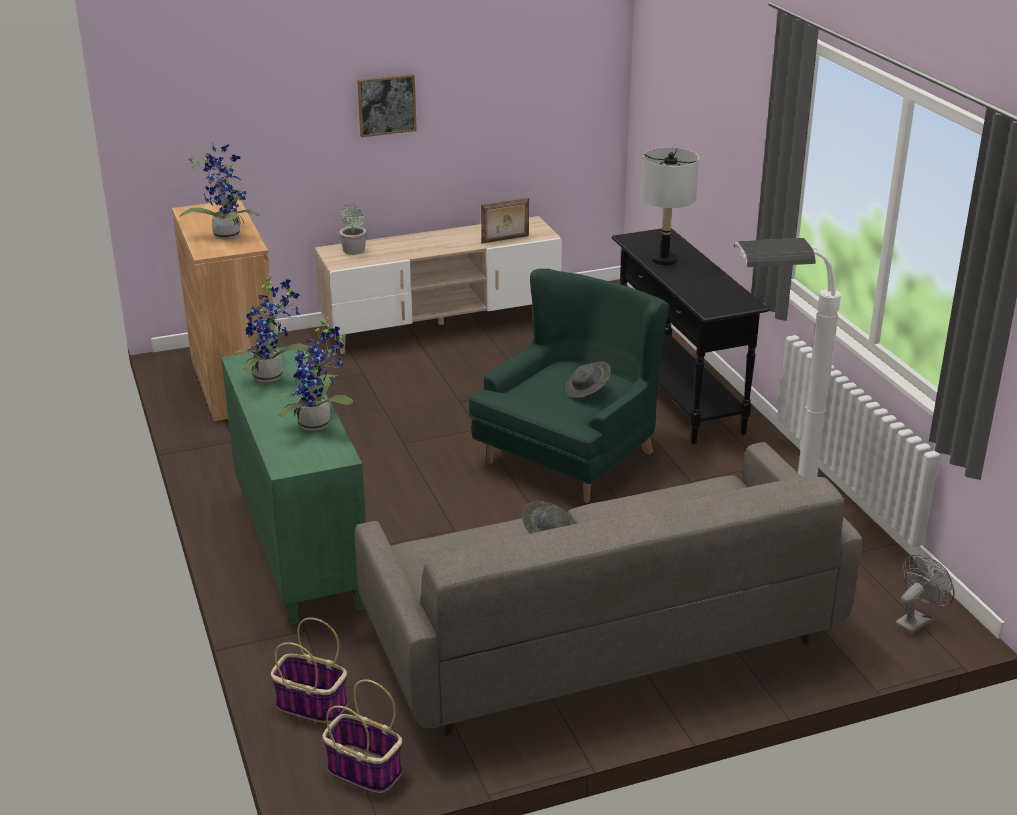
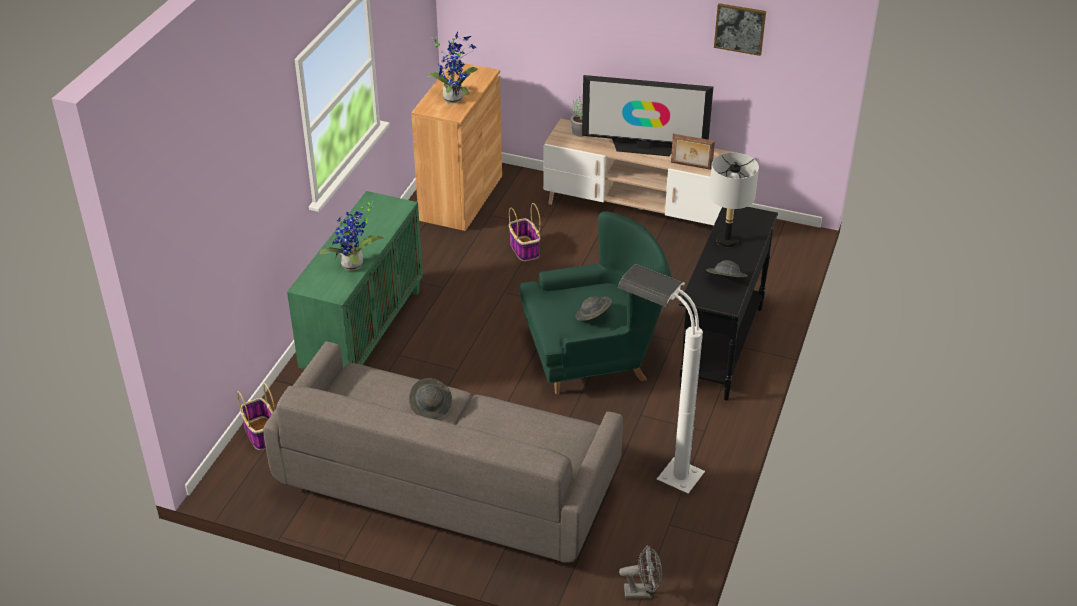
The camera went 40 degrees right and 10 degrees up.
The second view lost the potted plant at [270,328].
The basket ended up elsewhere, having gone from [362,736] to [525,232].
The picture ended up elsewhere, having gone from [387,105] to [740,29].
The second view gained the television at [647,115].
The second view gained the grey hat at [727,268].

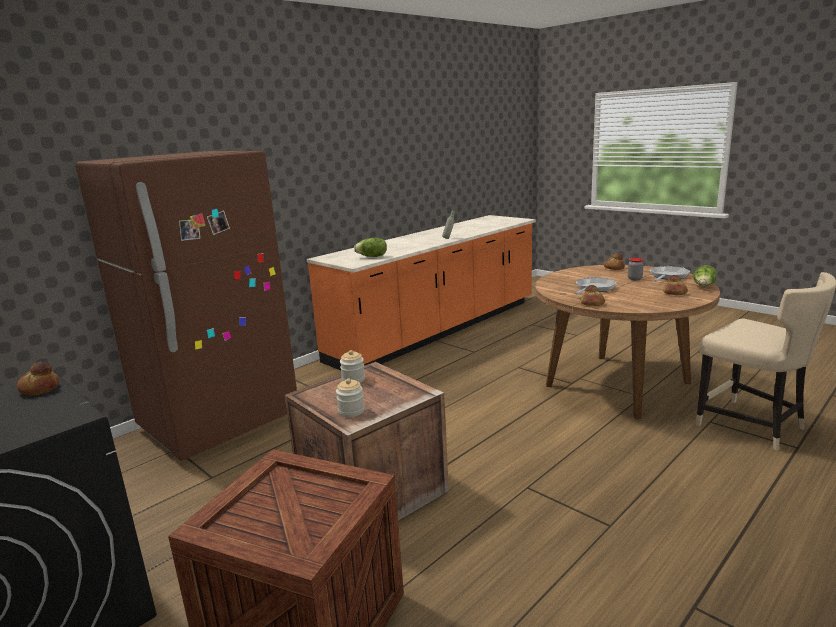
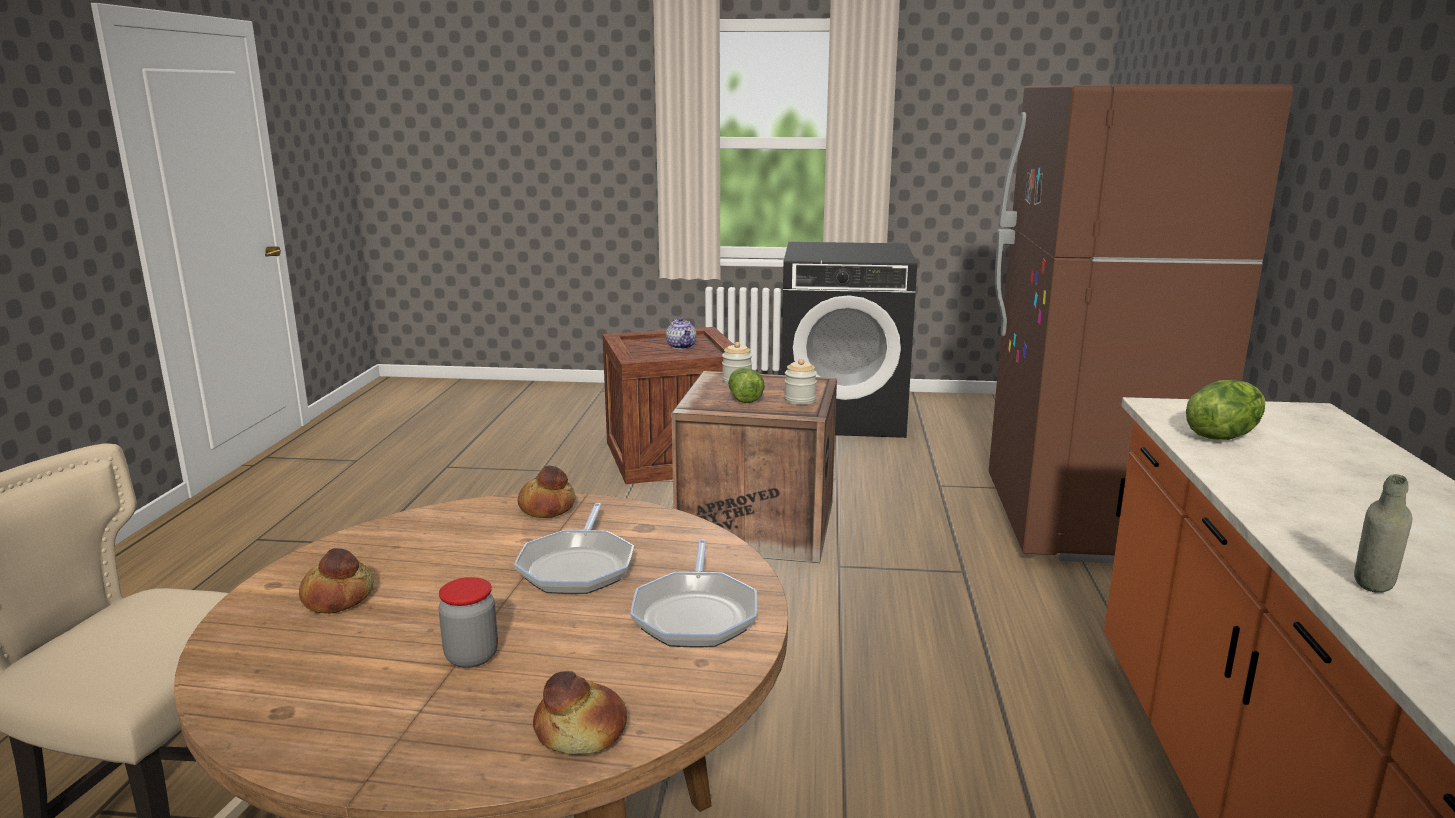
The camera went 140 degrees right and 0 degrees up.
The second view lost the bread at [38,378].
The frying pan ended up elsewhere, having gone from [670,274] to [693,593].
The lettuce ended up elsewhere, having gone from [705,275] to [746,385].
The second view gained the teapot at [681,333].

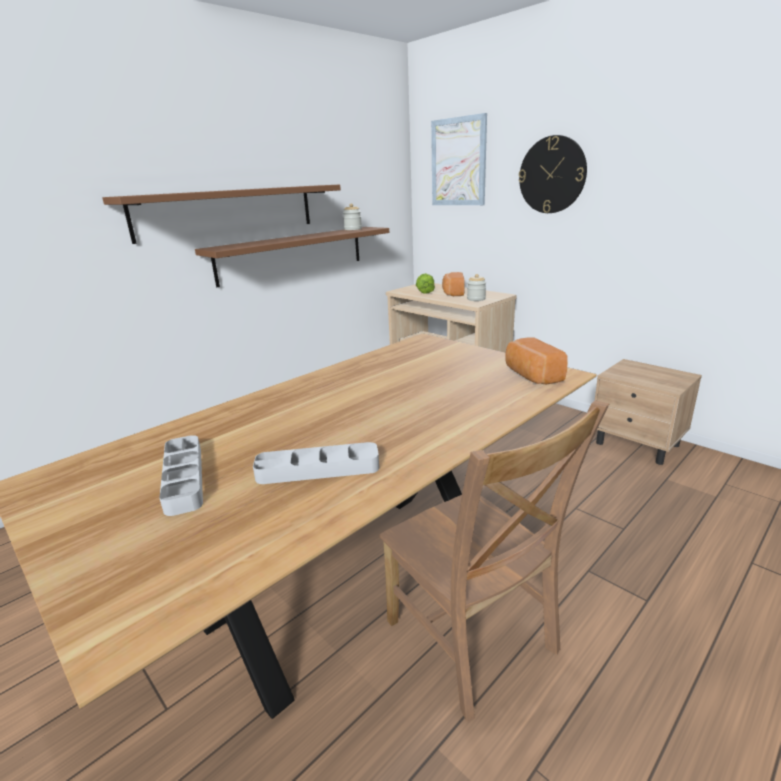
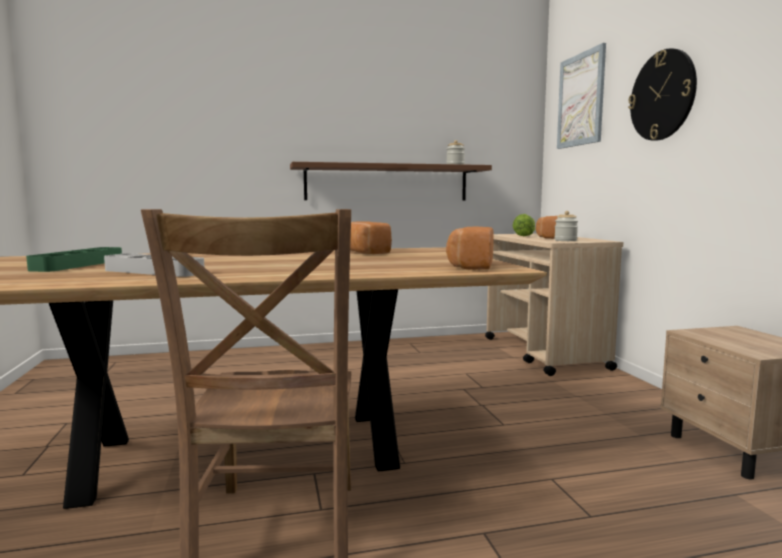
The camera went 30 degrees right and 15 degrees down.
The second view lost the brown shelf at [221,214].
What was the grey tray at [181,475] turned into the green tray at [74,259].
The second view gained the bread at [371,237].

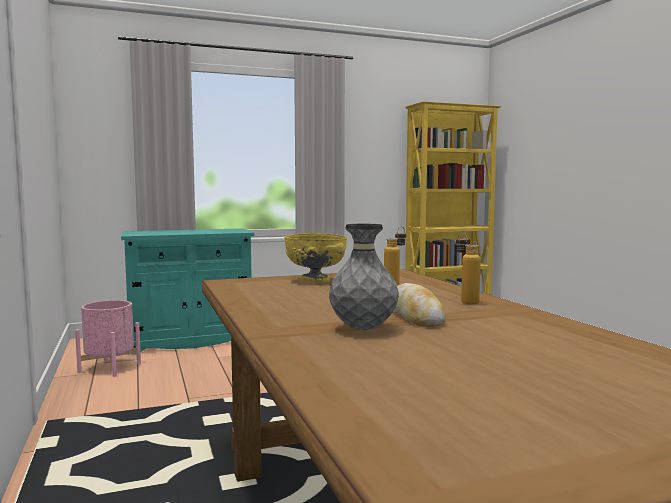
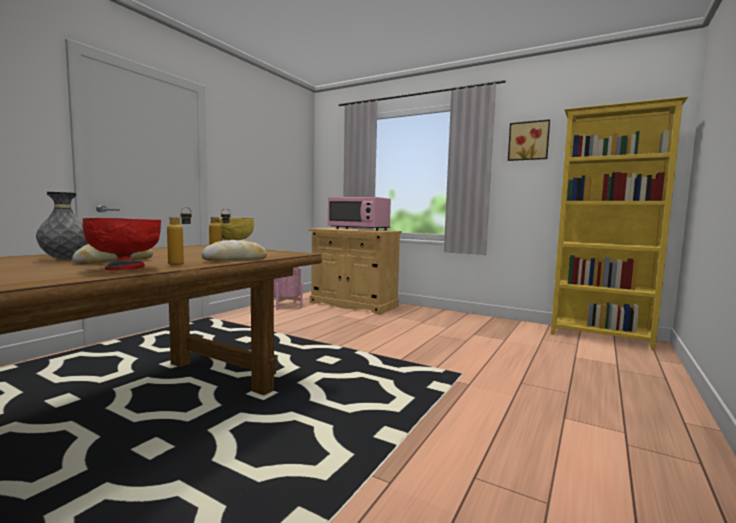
The camera went 50 degrees right and 0 degrees up.
What was the turquoise cabinet at [187,291] turned into the beige cabinet at [355,271].
The second view gained the red bowl at [121,244].
The second view gained the bread at [234,250].
The second view gained the pink microwave at [359,214].
The second view gained the picture at [529,140].

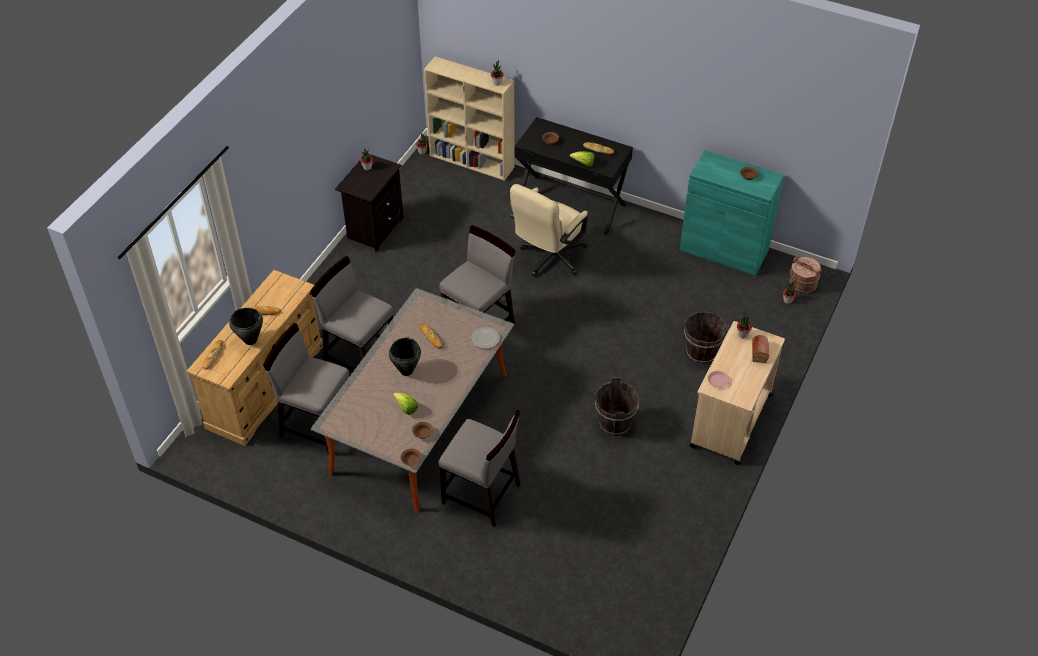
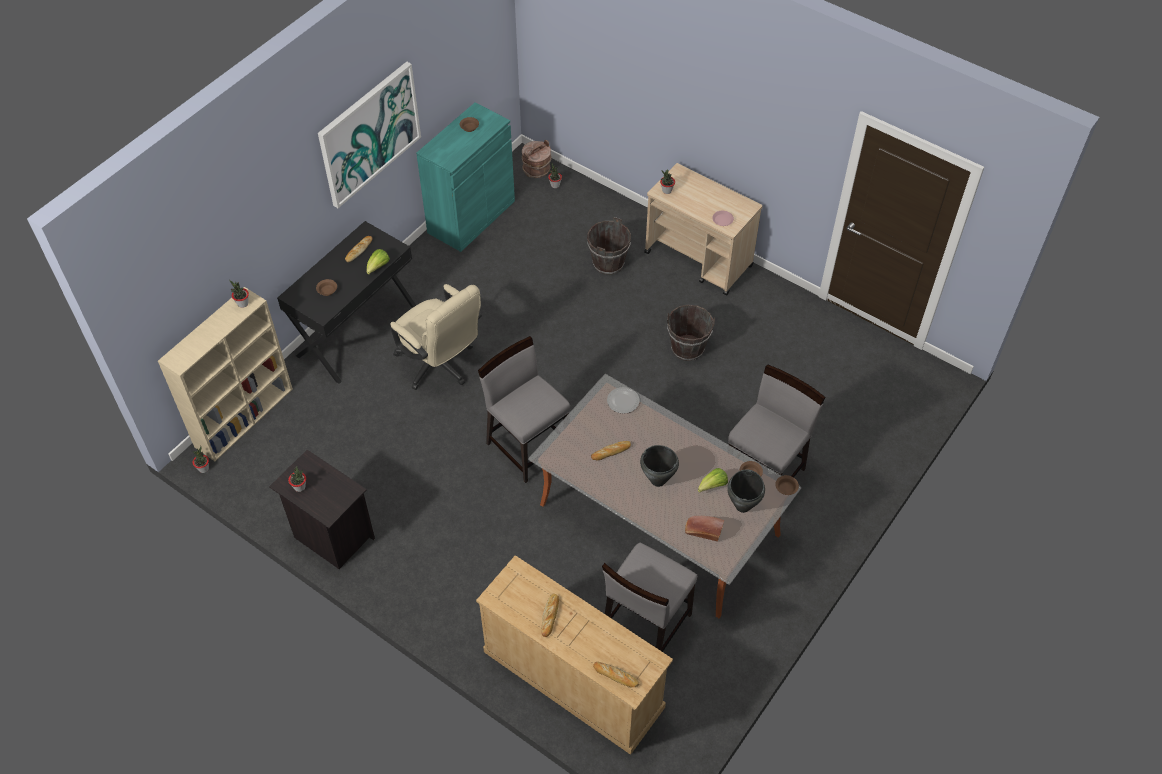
The camera went 80 degrees left and 5 degrees up.
The black cooking pot ended up elsewhere, having gone from [246,326] to [746,491].
The second view lost the grey chair at [351,313].
The bread ended up elsewhere, having gone from [760,349] to [704,529].
The second view gained the picture at [369,135].

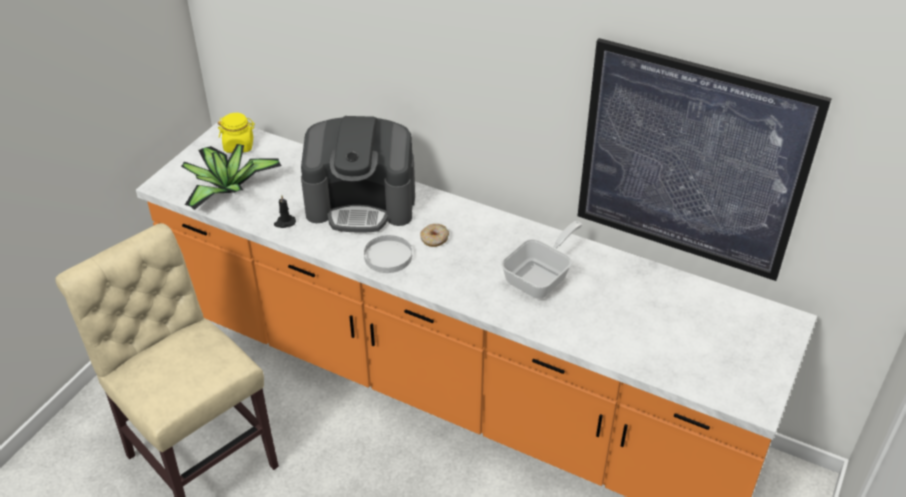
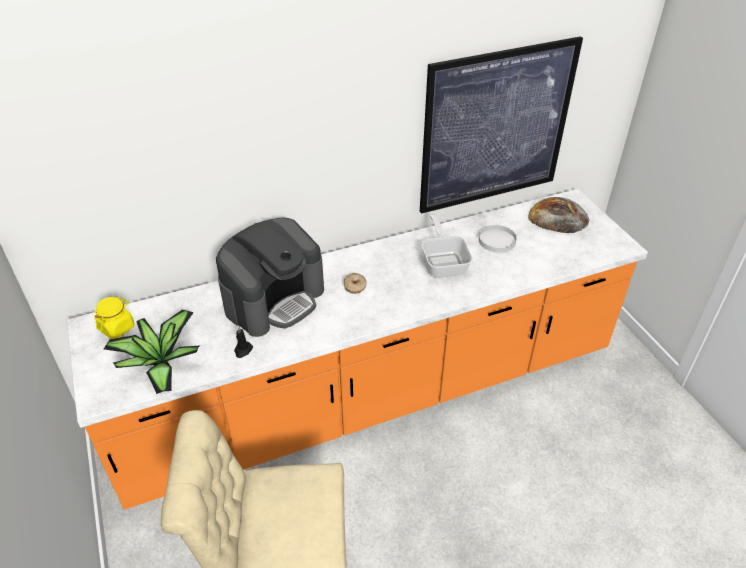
The camera went 50 degrees left and 0 degrees up.
The white plate ended up elsewhere, having gone from [388,254] to [498,239].
The second view gained the bread at [559,215].

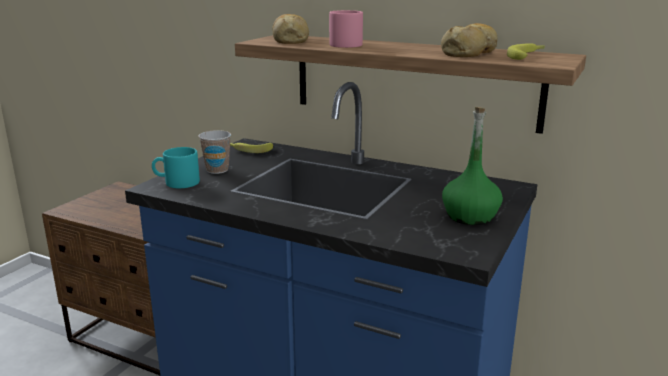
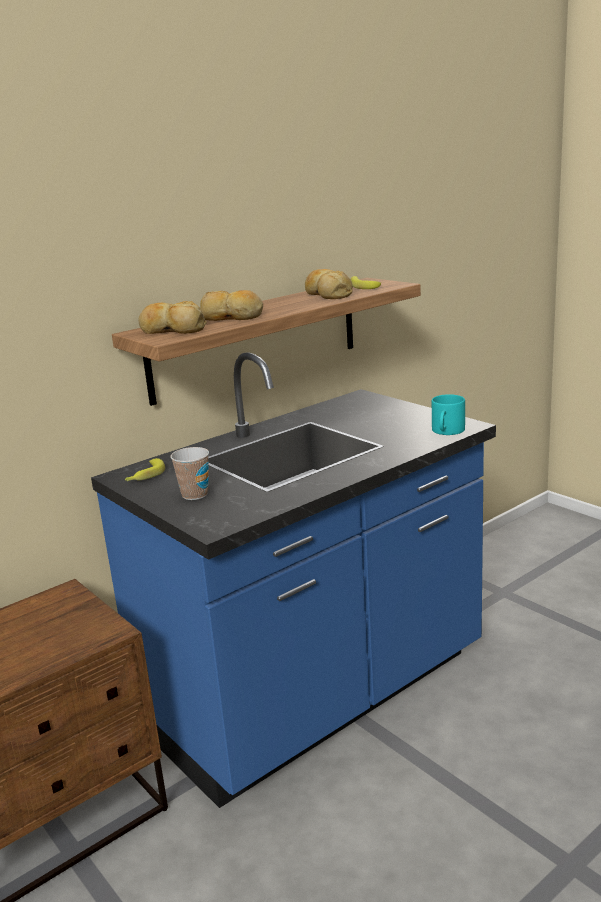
The camera went 65 degrees left and 0 degrees up.
The turquoise mug ended up elsewhere, having gone from [176,167] to [448,414].
Where the pink mug stood at [346,29], the bread came to stand at [231,305].
The second view lost the green bottle at [472,166].

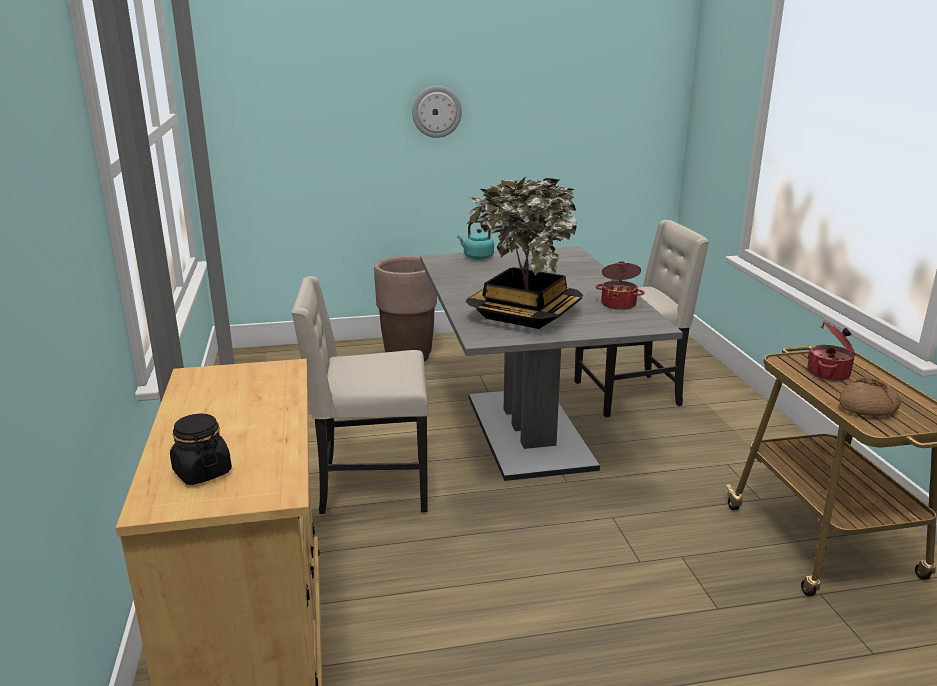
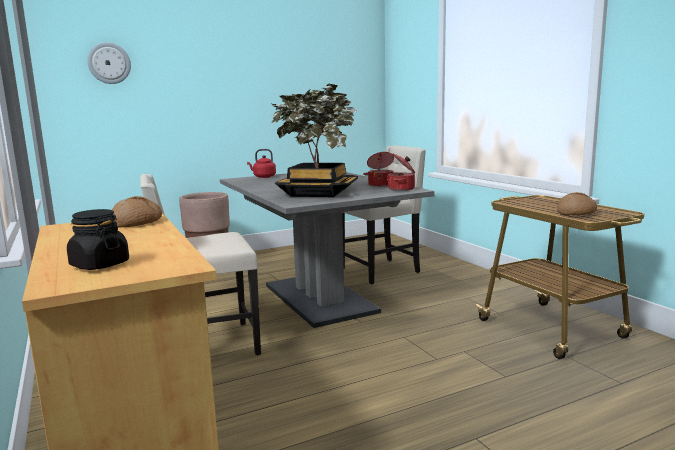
The camera went 15 degrees left and 10 degrees down.
The wall clock ended up elsewhere, having gone from [437,112] to [109,63].
What was the turquoise kettle at [475,240] turned into the red kettle at [261,163].
The cooking pot ended up elsewhere, having gone from [831,351] to [401,172].
The second view gained the bread at [137,212].

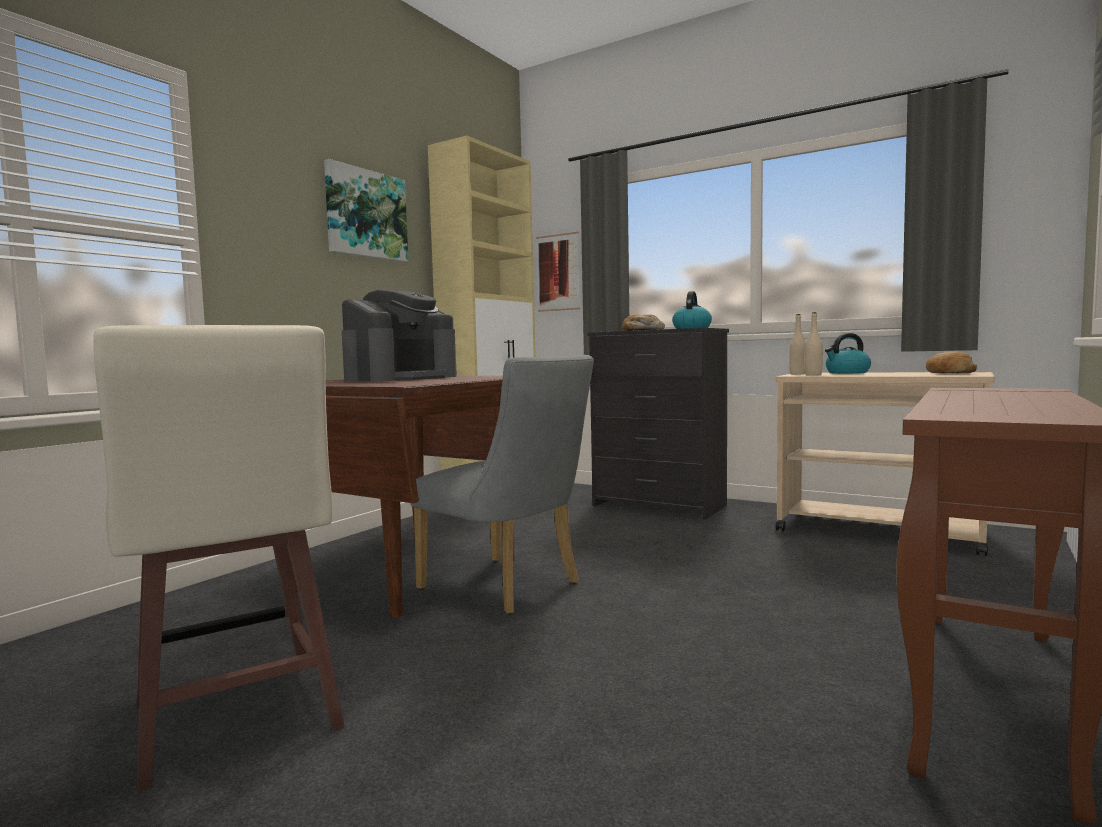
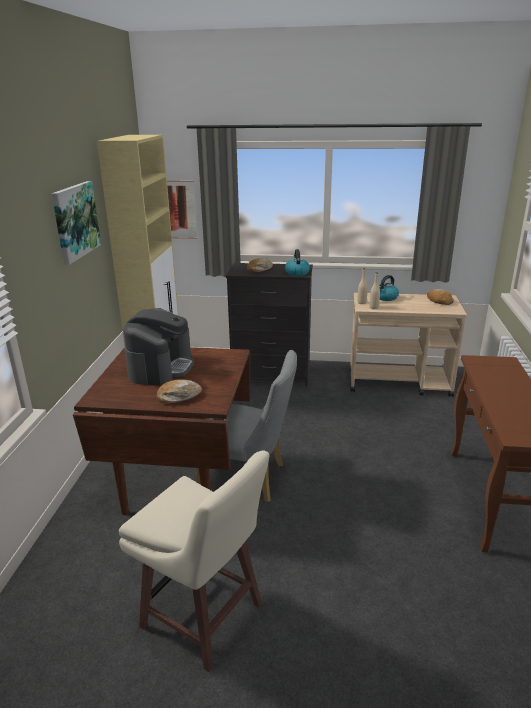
The camera went 25 degrees left and 20 degrees up.
The second view gained the bread at [179,391].

